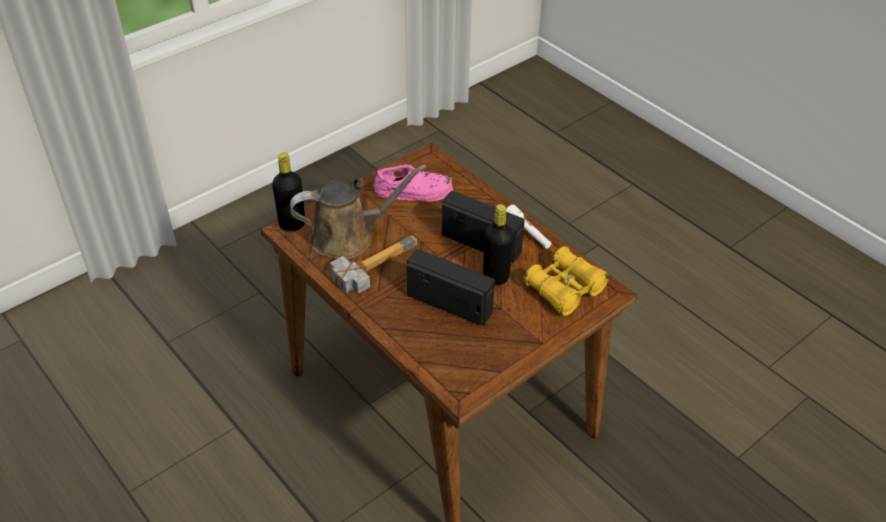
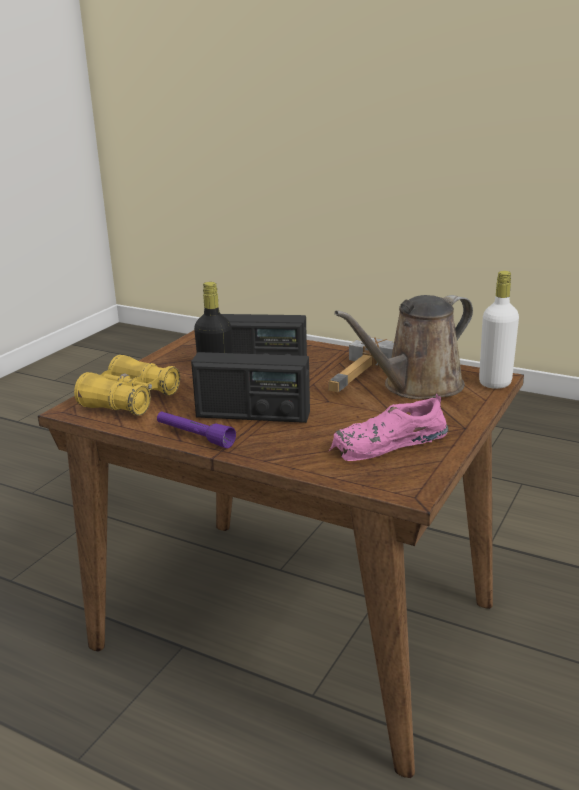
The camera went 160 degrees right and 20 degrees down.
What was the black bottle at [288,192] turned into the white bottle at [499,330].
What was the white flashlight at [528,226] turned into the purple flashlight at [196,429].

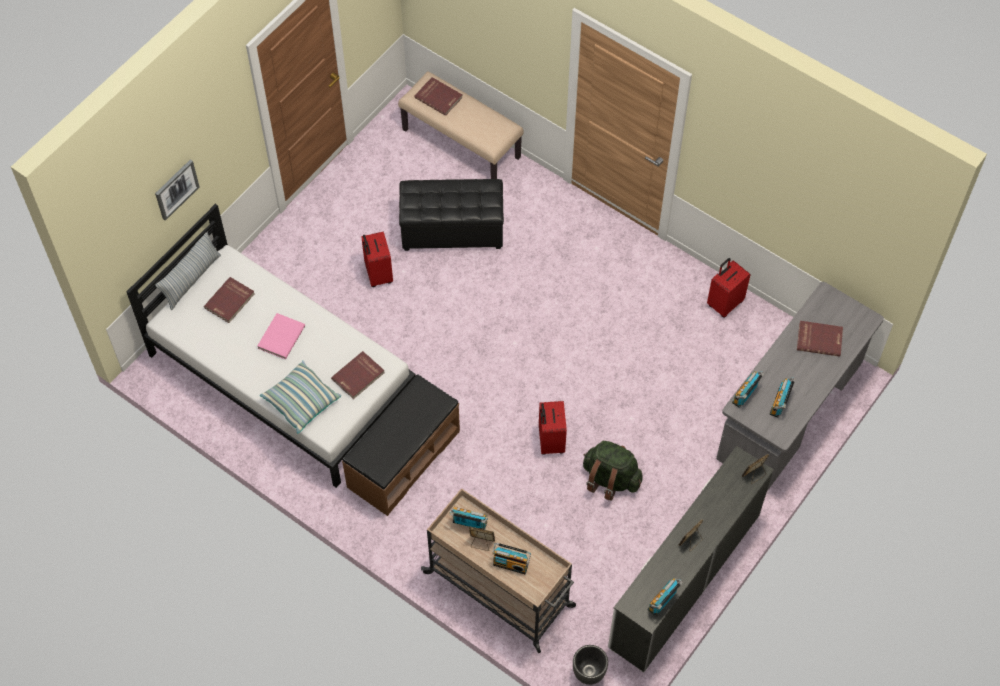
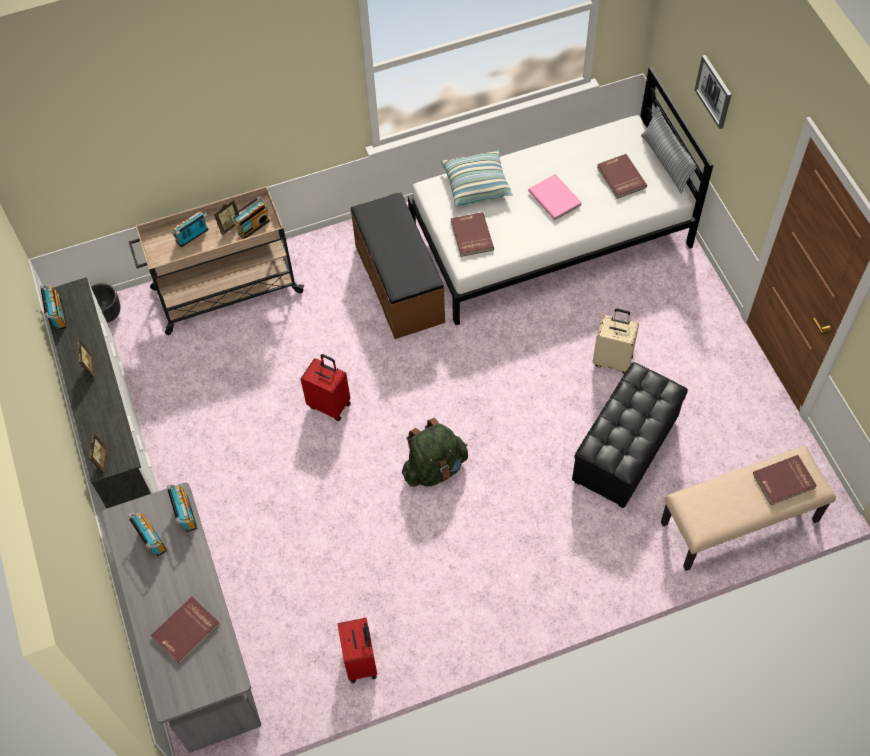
The camera went 125 degrees right and 0 degrees up.
What was the red suitcase at [377,259] turned into the beige suitcase at [616,341].
The green backpack ended up elsewhere, having gone from [613,471] to [435,452].

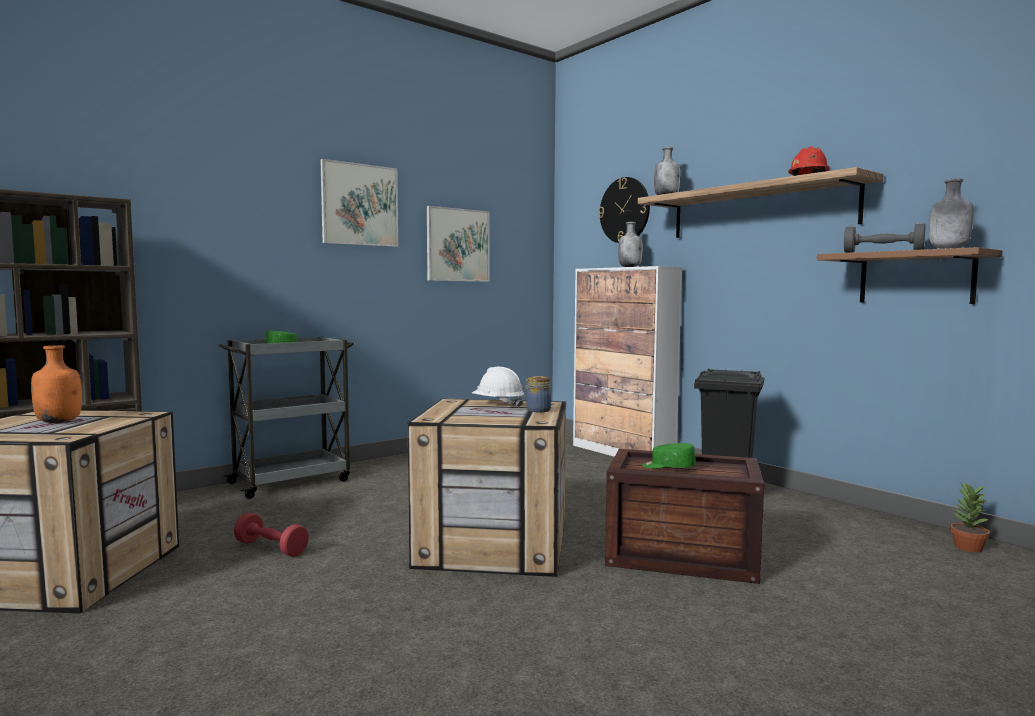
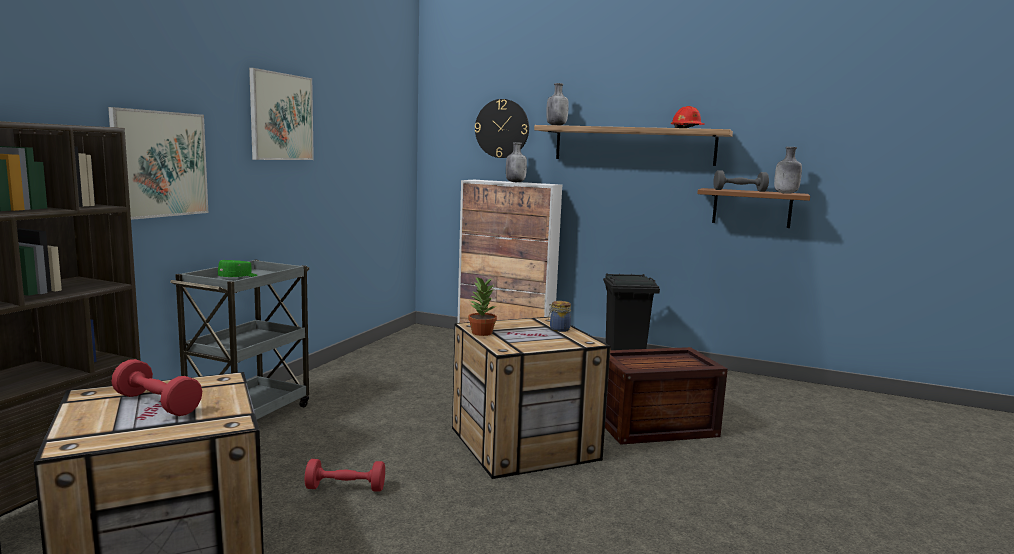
The camera went 30 degrees left and 5 degrees up.
Where the orange bottle stood at [56,384], the red dumbbell came to stand at [156,387].
The picture ended up elsewhere, having gone from [458,244] to [158,163].
The second view lost the white hard hat at [498,387].
The second view lost the green cap at [669,456].
The potted plant ended up elsewhere, having gone from [970,517] to [482,306].

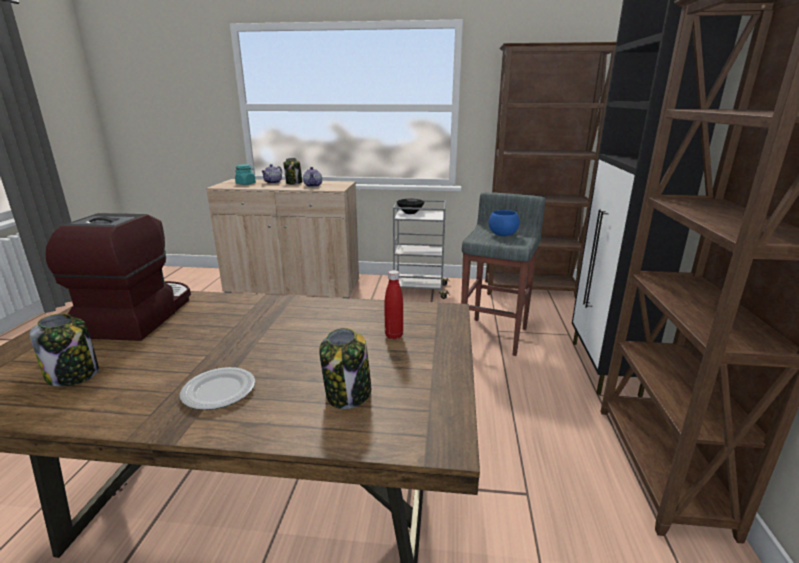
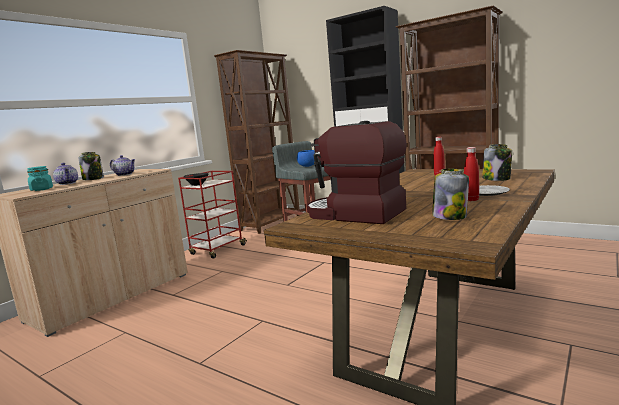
The camera went 60 degrees left and 10 degrees down.
What was the grey cart at [421,249] turned into the red cart at [212,215].
The second view gained the red bottle at [471,174].

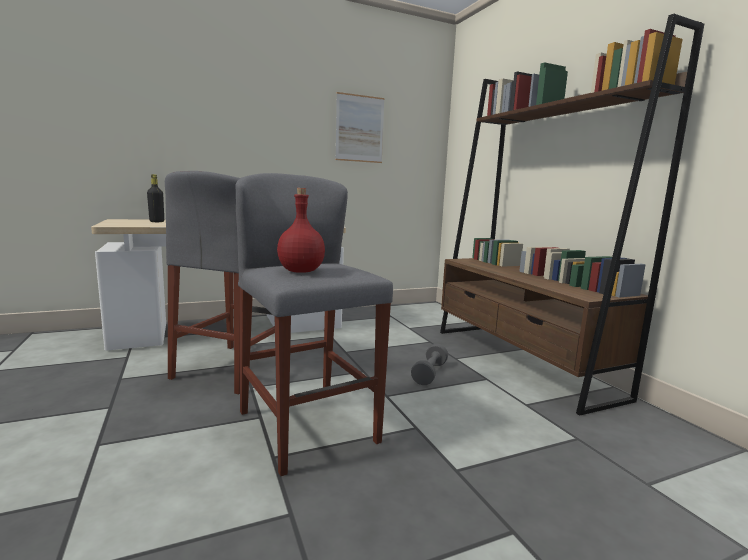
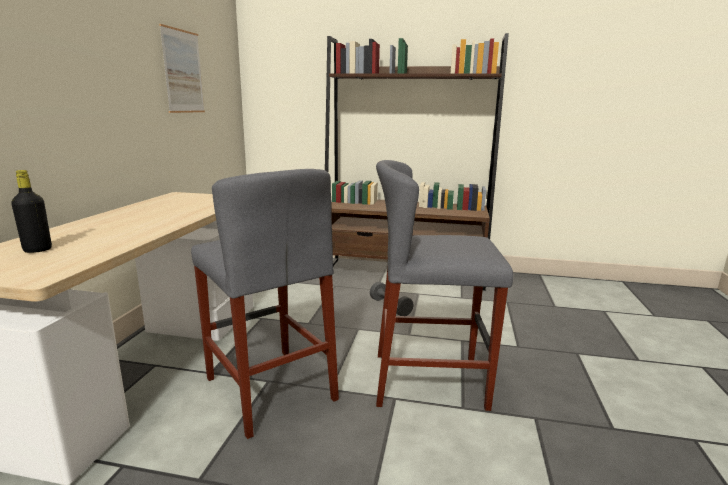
The camera went 55 degrees left and 5 degrees up.
The second view lost the red bottle at [301,230].

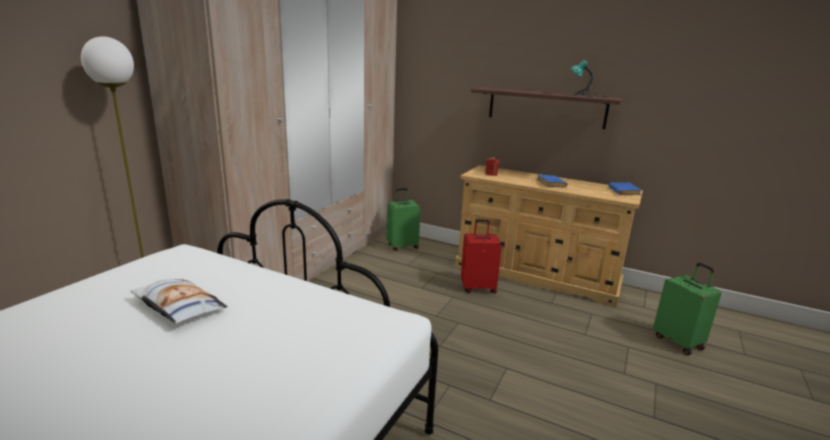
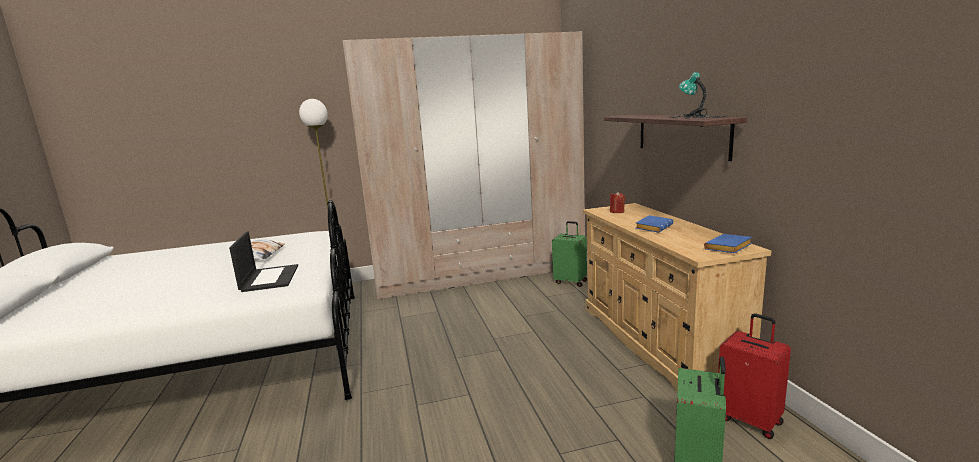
The camera went 50 degrees right and 5 degrees down.
The red suitcase ended up elsewhere, having gone from [481,256] to [754,376].
The second view gained the laptop at [263,261].

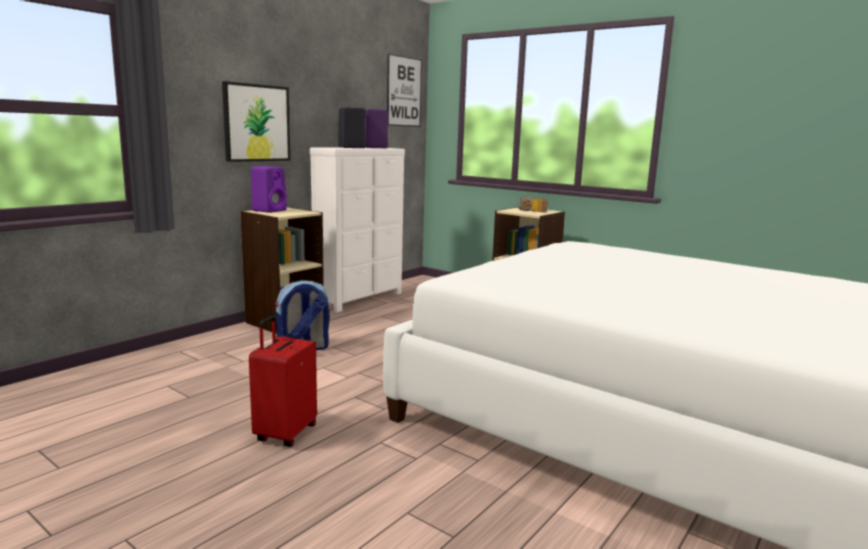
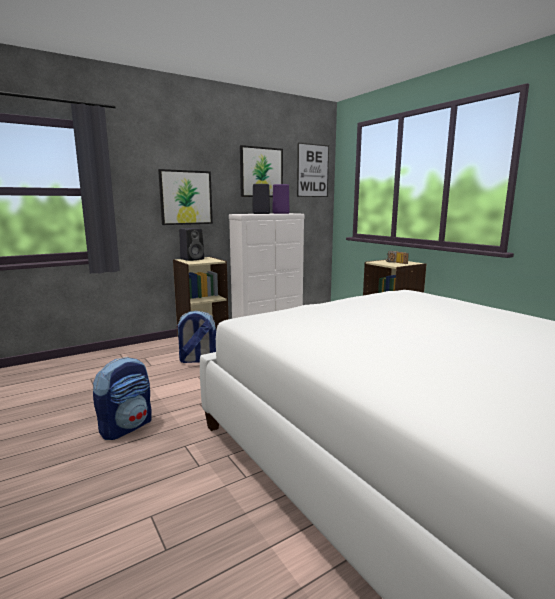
The camera went 20 degrees right and 0 degrees up.
Where the red suitcase stood at [283,381], the backpack came to stand at [122,398].
What was the purple speaker at [269,189] turned into the black speaker at [191,244].
The second view gained the picture at [261,171].

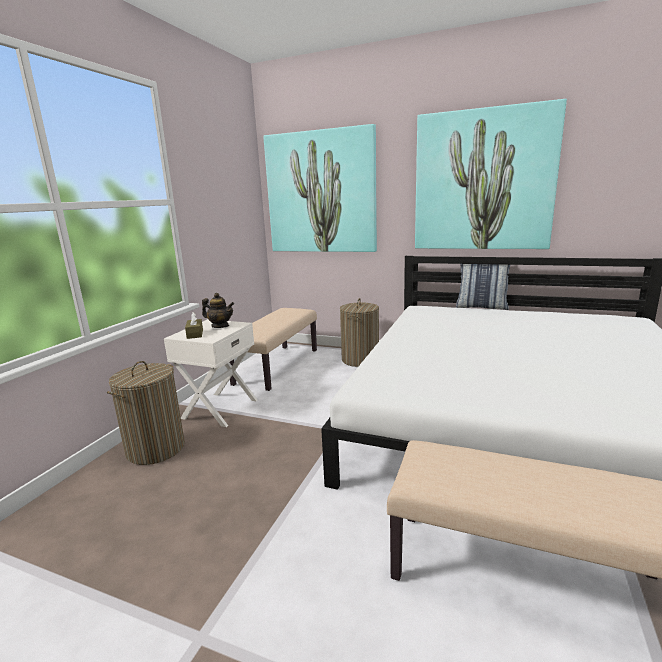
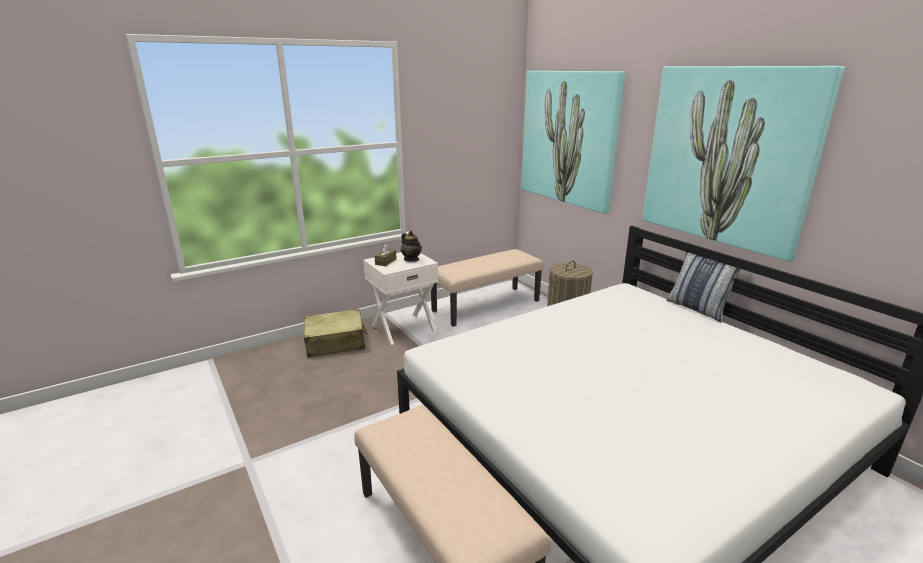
The camera went 35 degrees right and 5 degrees up.
Where the laundry basket stood at [146,413], the beige suitcase came to stand at [336,333].

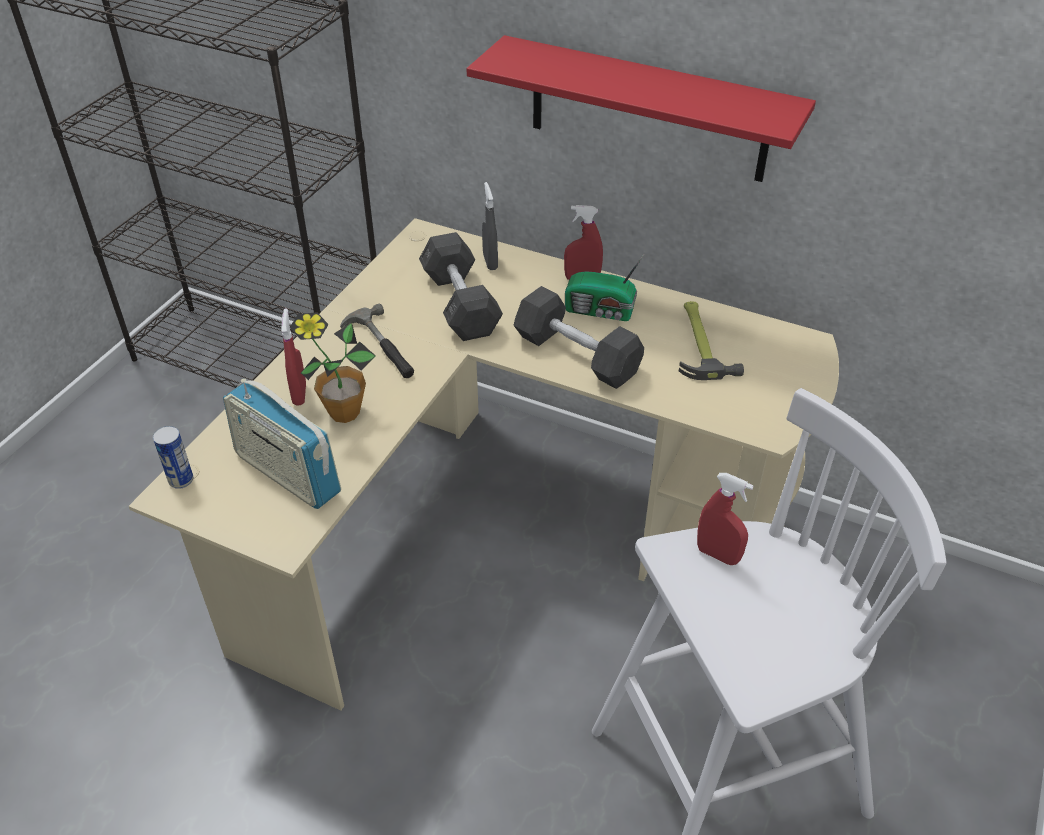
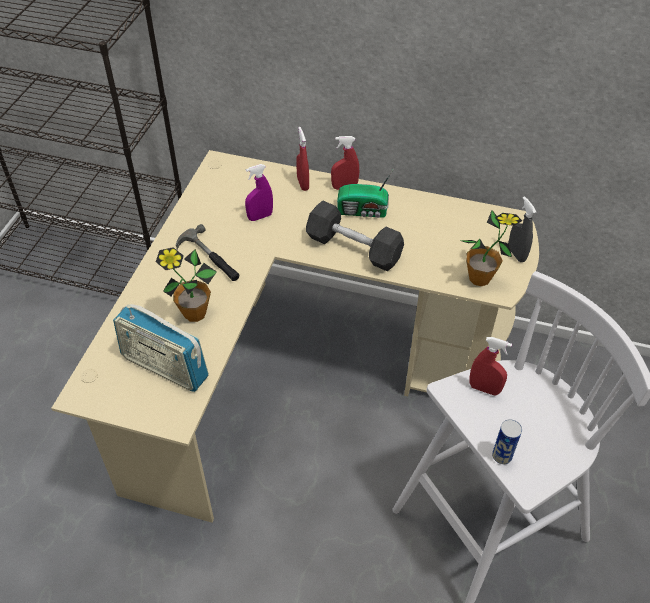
The camera went 10 degrees left and 5 degrees up.
The can ended up elsewhere, having gone from [173,457] to [507,441].
The red spray bottle ended up elsewhere, having gone from [293,357] to [302,159].
Where the grey dumbbell stood at [461,286], the purple spray bottle came to stand at [259,192].
The second view lost the red shelf at [641,108].
The grey spray bottle ended up elsewhere, having gone from [490,226] to [522,229].
The second view lost the hammer at [711,340].
The second view gained the potted plant at [491,248].

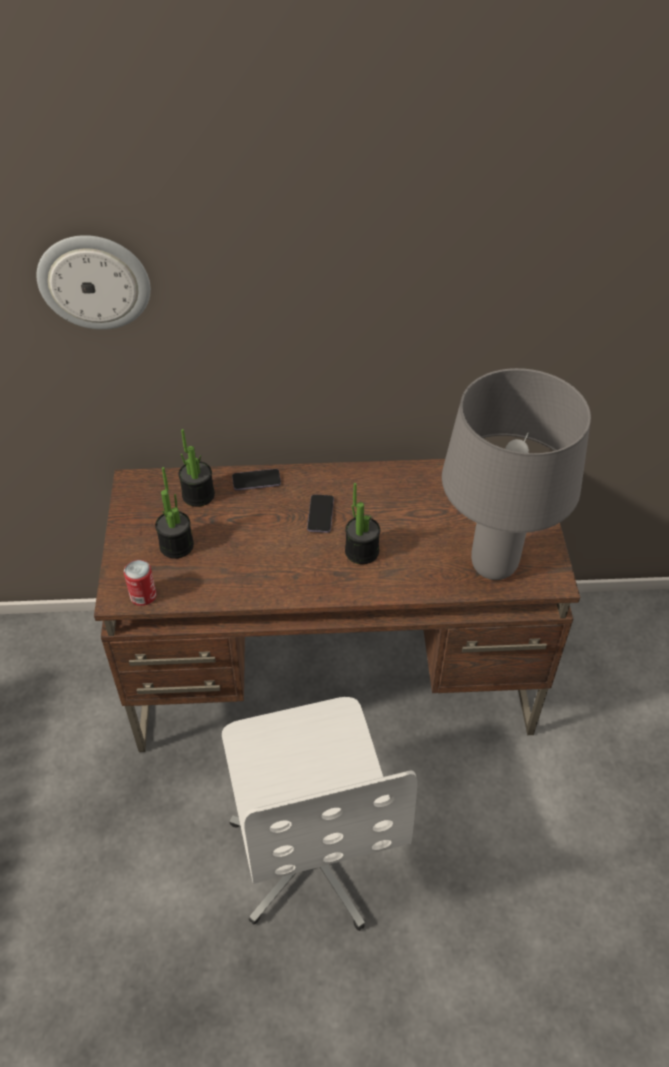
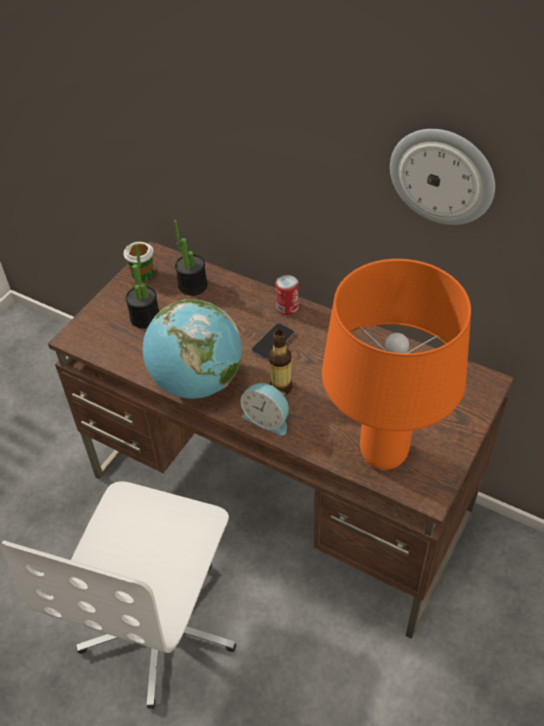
The camera went 35 degrees right and 0 degrees up.
The wall clock ended up elsewhere, having gone from [93,282] to [442,177].
The can ended up elsewhere, having gone from [140,583] to [287,295].
The second view lost the phone at [256,480].
Where the potted plant stood at [362,523], the bottle came to stand at [280,362].
What was the grey table lamp at [516,474] turned into the orange table lamp at [396,364].
The second view gained the cup at [138,261].
The second view gained the globe at [192,349].
The second view gained the alarm clock at [265,409].

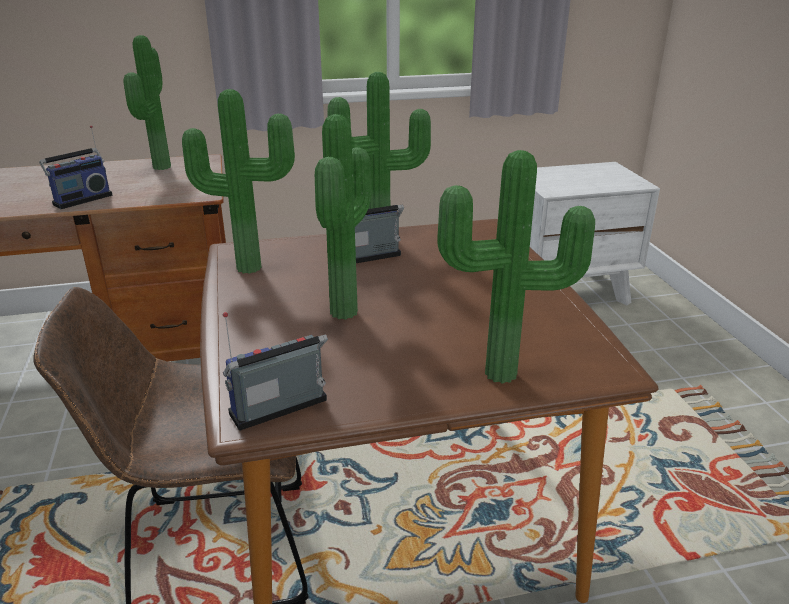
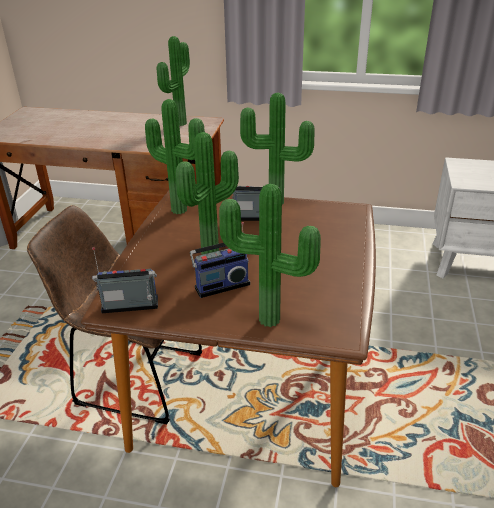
The camera went 25 degrees right and 5 degrees up.
The radio ended up elsewhere, having gone from [75,167] to [220,260].

